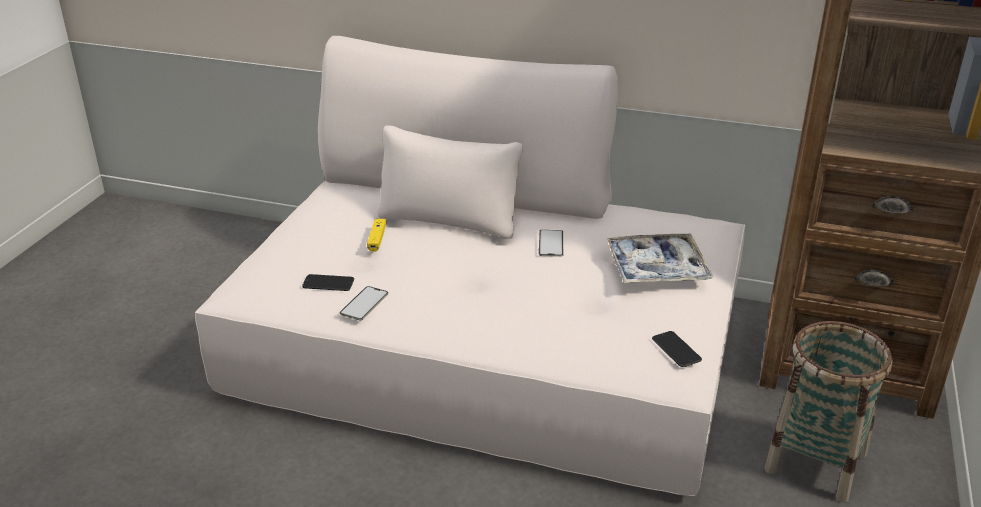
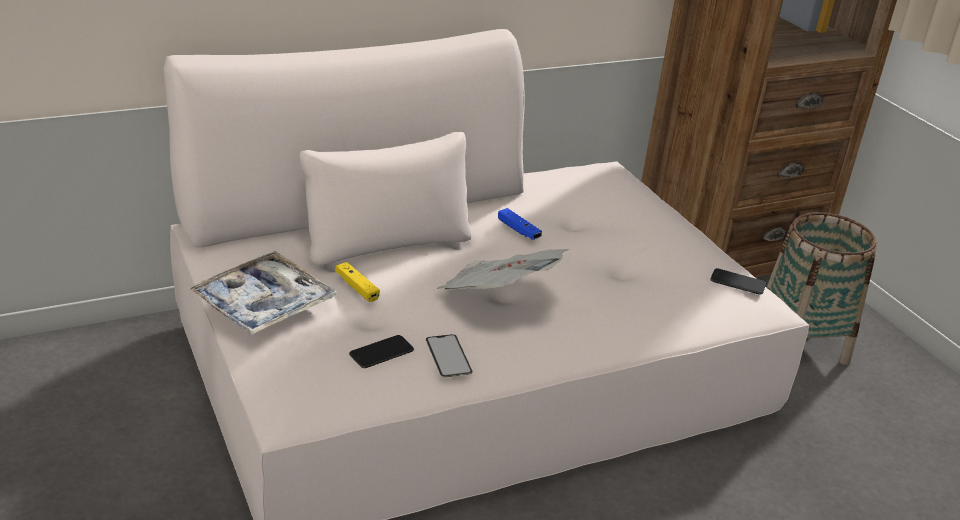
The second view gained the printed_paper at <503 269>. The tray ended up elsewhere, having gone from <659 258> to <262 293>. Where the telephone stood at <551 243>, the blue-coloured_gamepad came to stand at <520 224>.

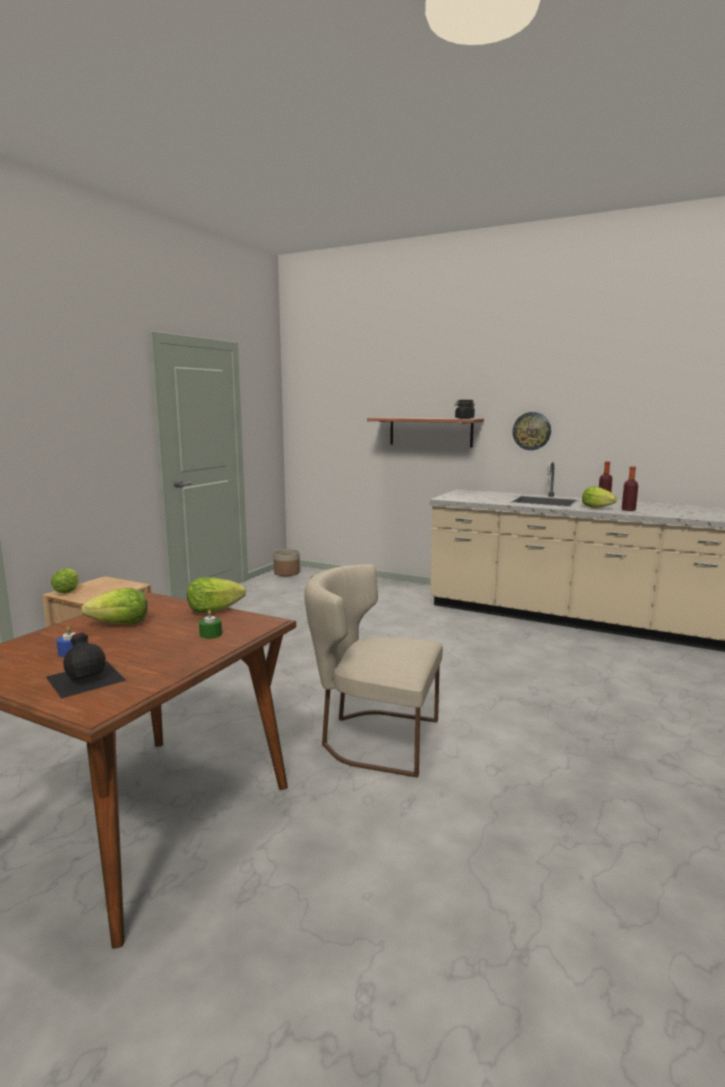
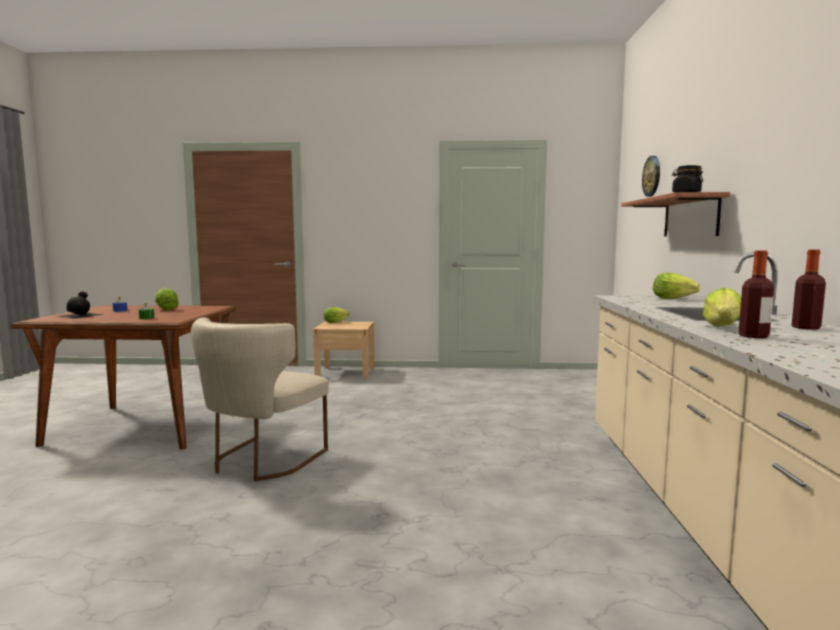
The second view lost the flower_pot at <286 562>. The lettuce ended up elsewhere, having gone from <216 595> to <676 286>. The clock_on_the_wall ended up elsewhere, having gone from <531 431> to <651 176>. The beige_upright_chair at <373 670> ended up facing another way, 150 degrees counterclockwise from before.

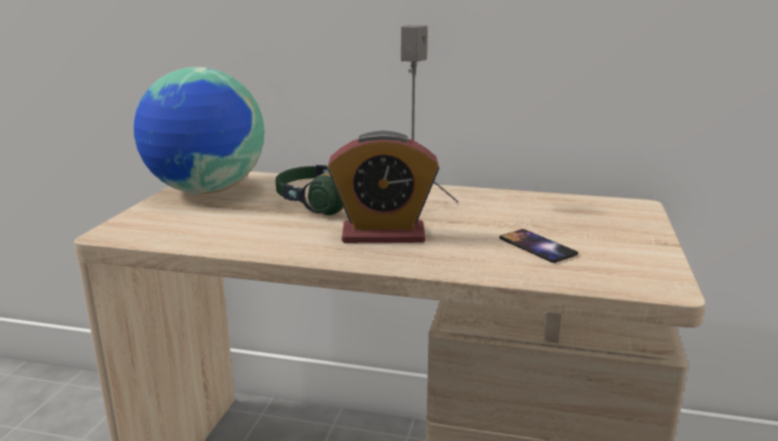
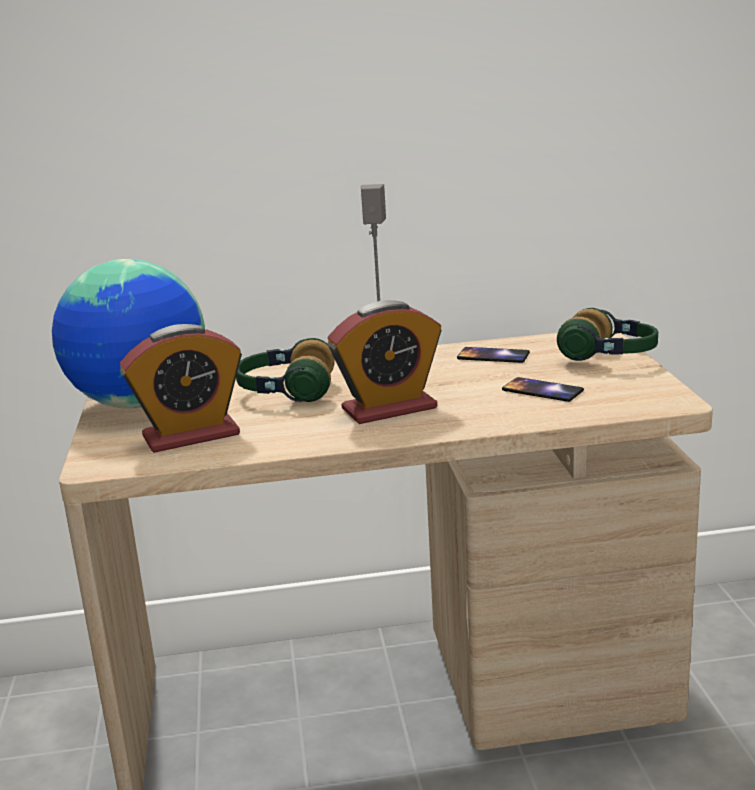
The second view gained the alarm_clock at <181 388>. The second view gained the telephone at <493 355>. The second view gained the pair_of_headphones at <607 334>.

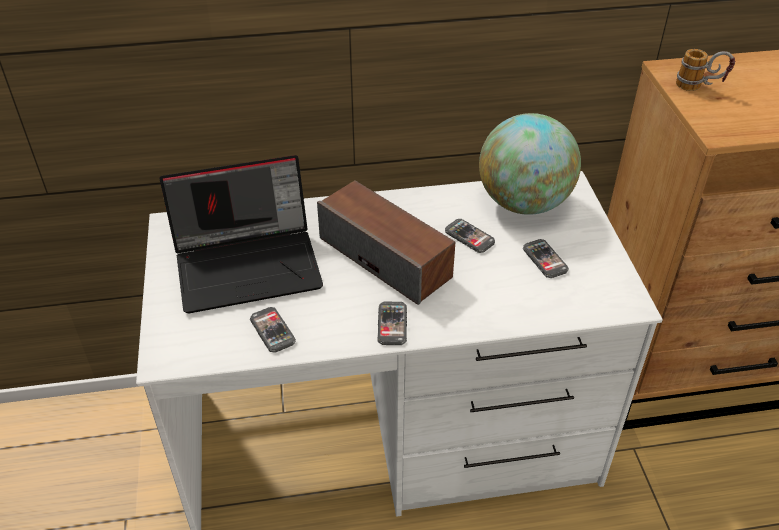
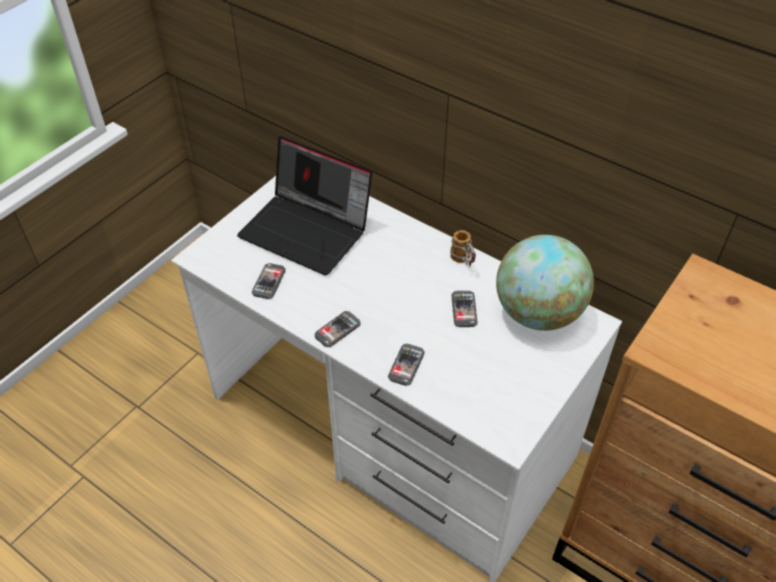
The second view lost the audio_speaker at <386 243>. The telephone ended up elsewhere, having gone from <546 258> to <406 365>. The mug ended up elsewhere, having gone from <706 70> to <463 248>.

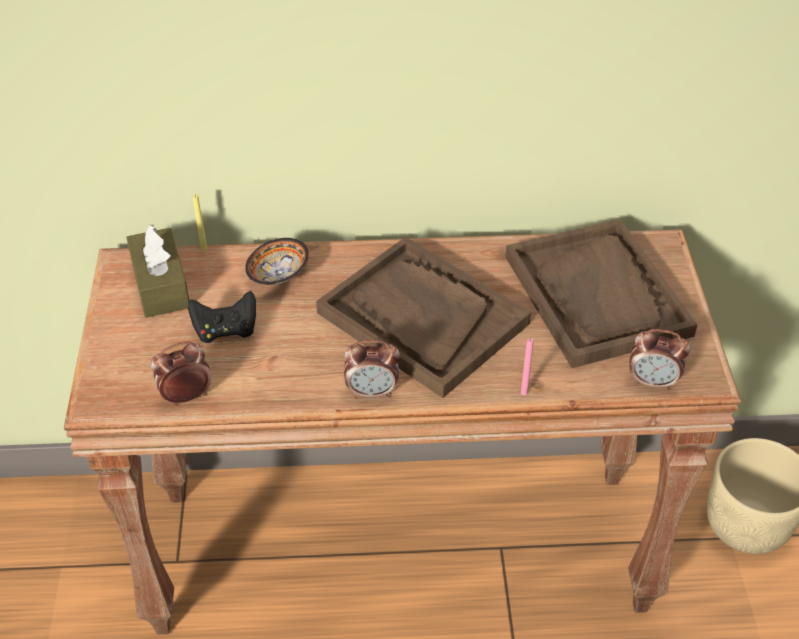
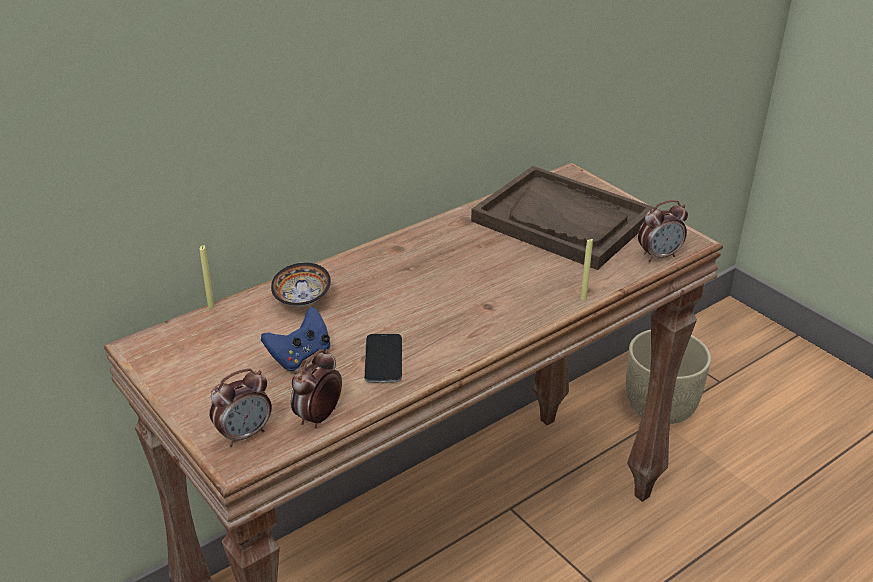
The second view lost the brown-coloured_tissue_holder at <157 271>. The second view lost the brown-coloured_tray at <423 317>. The second view gained the telephone at <383 358>. The alarm_clock ended up elsewhere, having gone from <372 369> to <240 407>. What was the black-coloured_gamepad at <222 317> turned into the blue-coloured_gamepad at <295 339>. What was the pink_wax_candle at <527 367> turned into the yellowish_wax_candle at <586 269>.

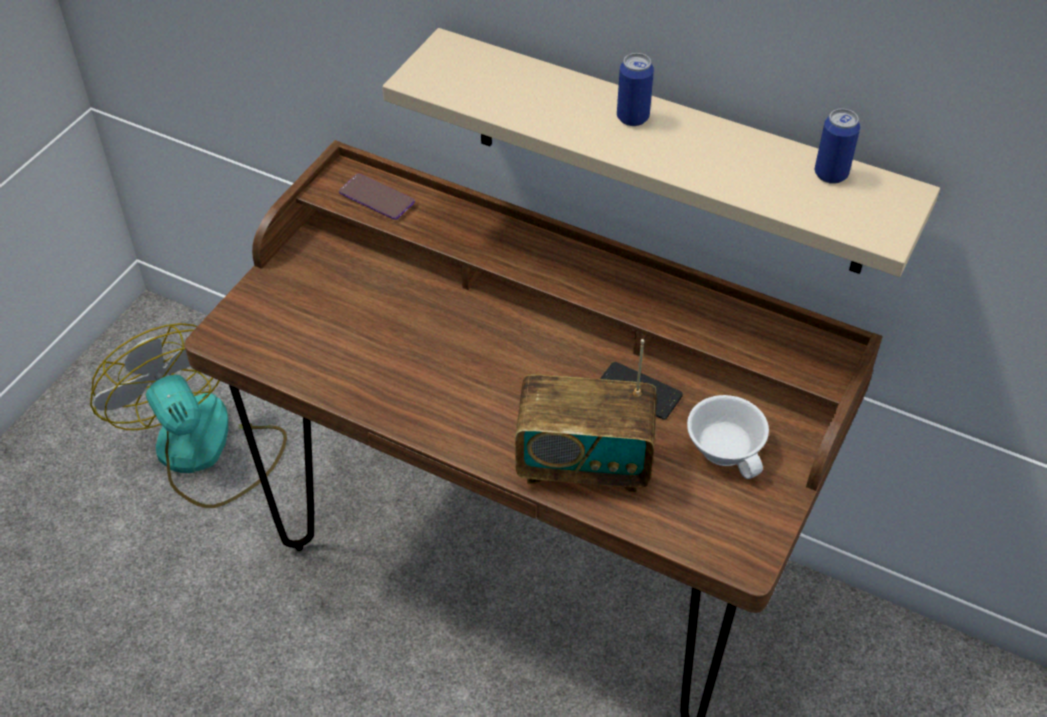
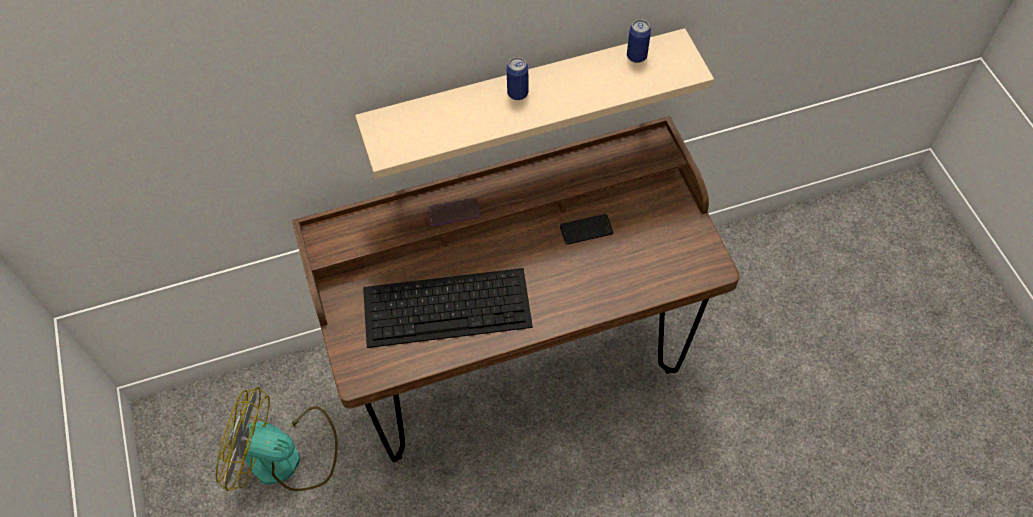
The second view lost the radio at <586 415>. The second view lost the whitish_small_cup at <728 437>. The second view gained the PC_keyboard at <448 308>. The telephone ended up elsewhere, having gone from <377 196> to <454 212>.

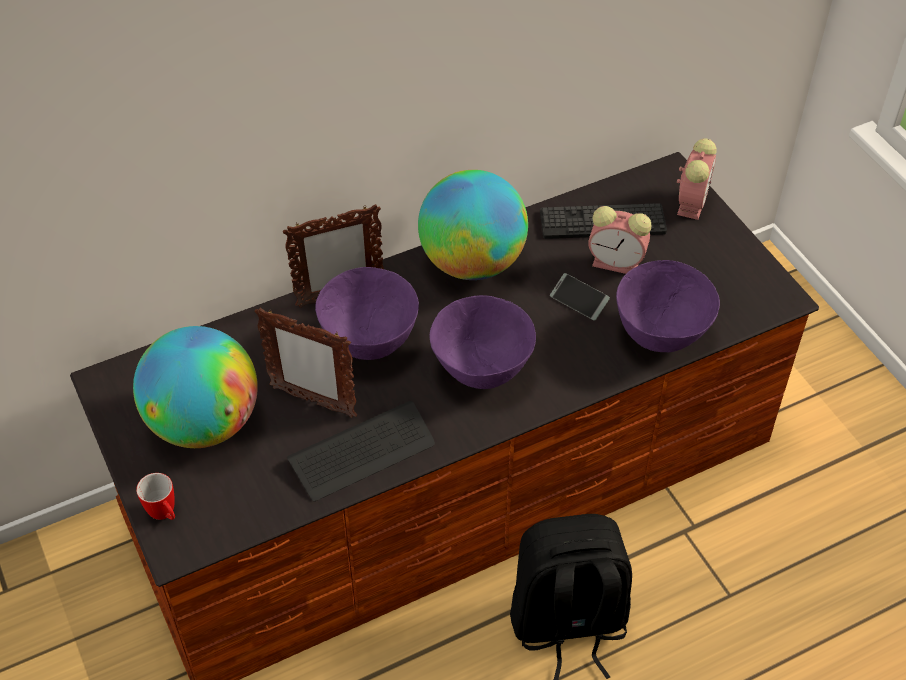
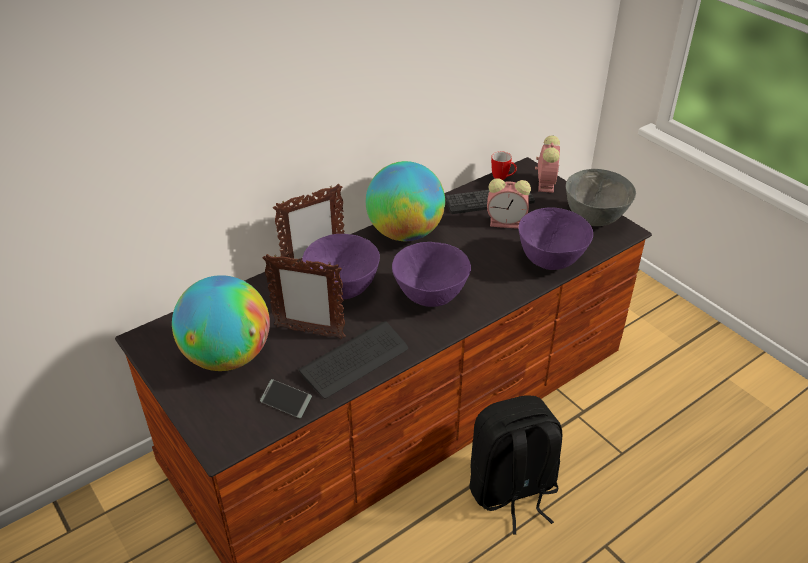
The second view gained the grey_deep_dish at <601 197>. The mug ended up elsewhere, having gone from <155 496> to <504 165>. The telephone ended up elsewhere, having gone from <580 297> to <286 398>.

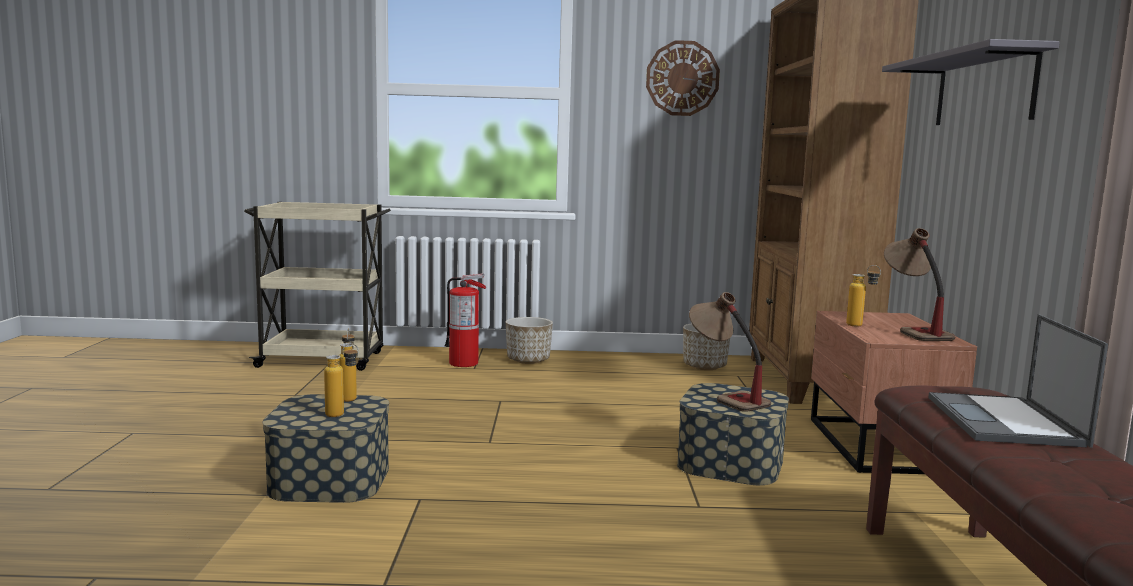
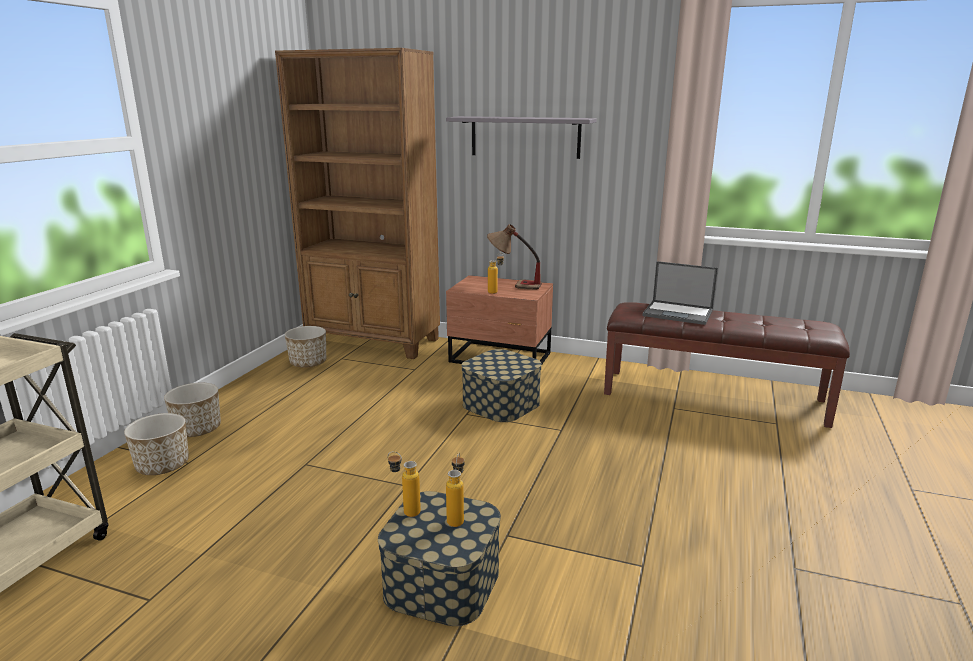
The second view lost the clock_on_the_wall at <683 78>. The second view lost the lamp_for_a_table at <730 352>. Where the fire_extinguisher stood at <465 320>, the flower_pot came to stand at <156 444>.

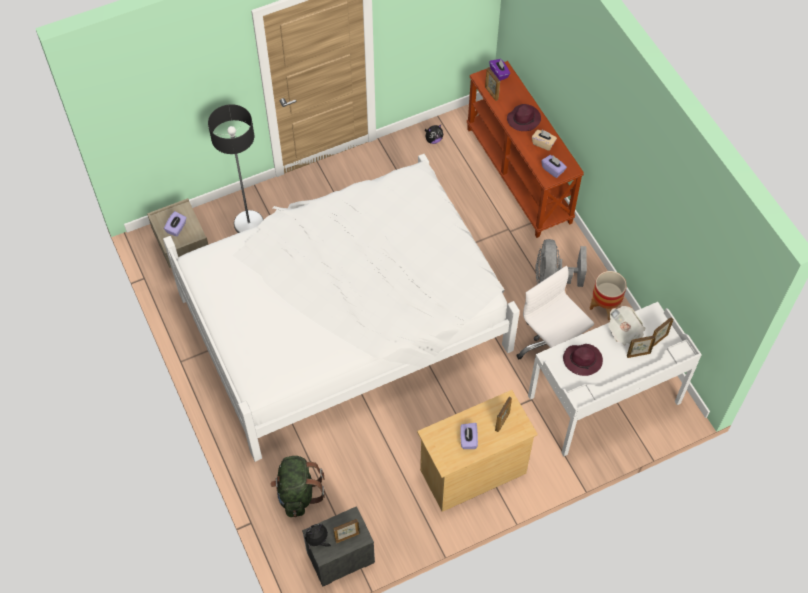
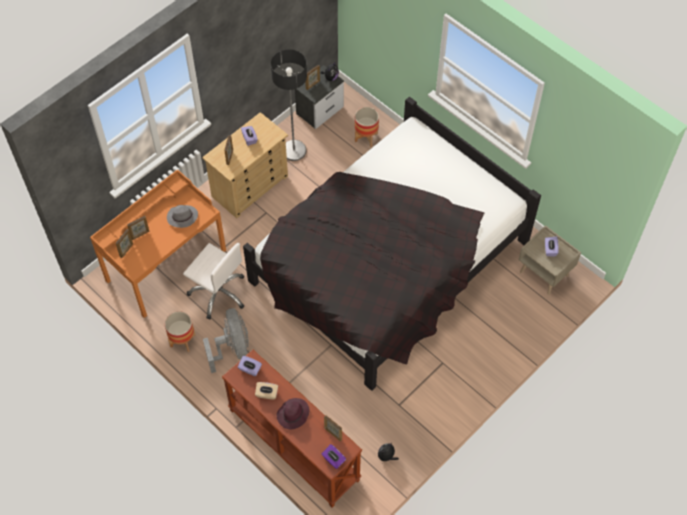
The second view lost the printed_paper at <627 326>. The standard_lamp ended up elsewhere, having gone from <236 168> to <289 105>. Where the green-coloured_rucksack stood at <297 486>, the flower_pot came to stand at <367 127>. What was the whitish_bed at <341 308> turned into the black-coloured_bed at <392 244>. What was the whitish_desk at <615 379> turned into the orange_desk at <158 243>. What was the purple-coloured_clothing_hat at <583 360> turned into the grey_clothing_hat at <182 216>.

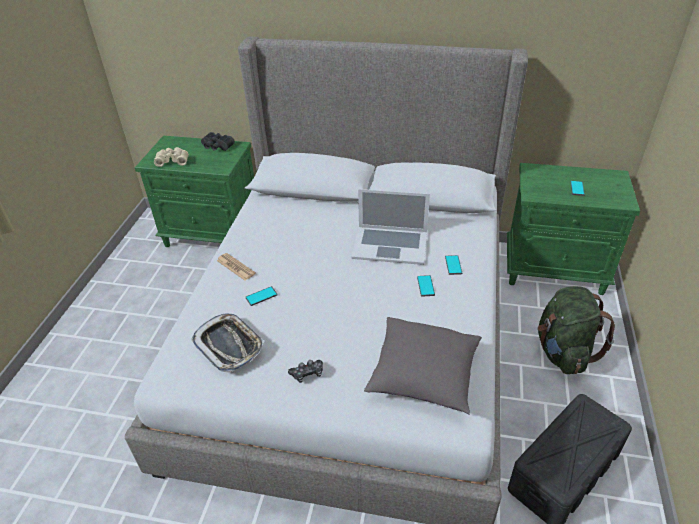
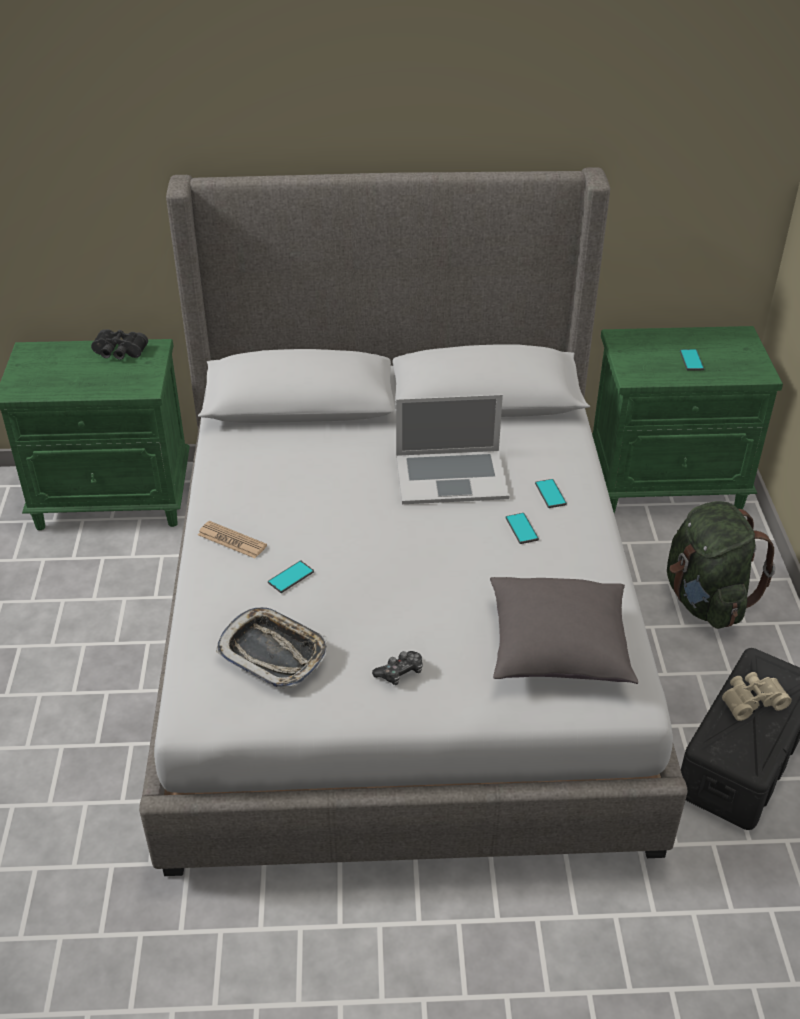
The beige_binoculars ended up elsewhere, having gone from <171 157> to <757 696>.

